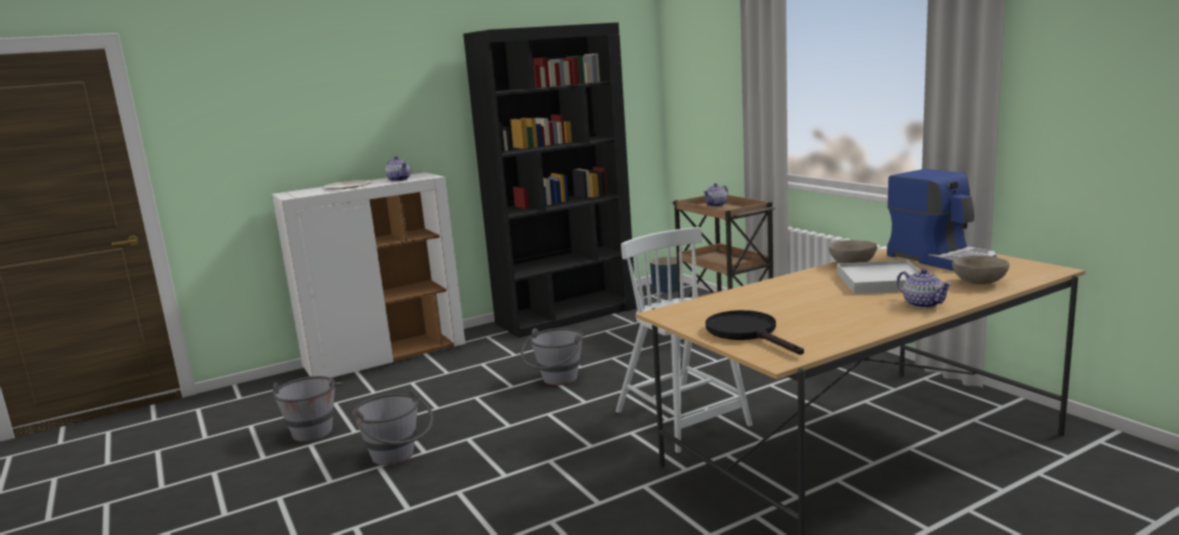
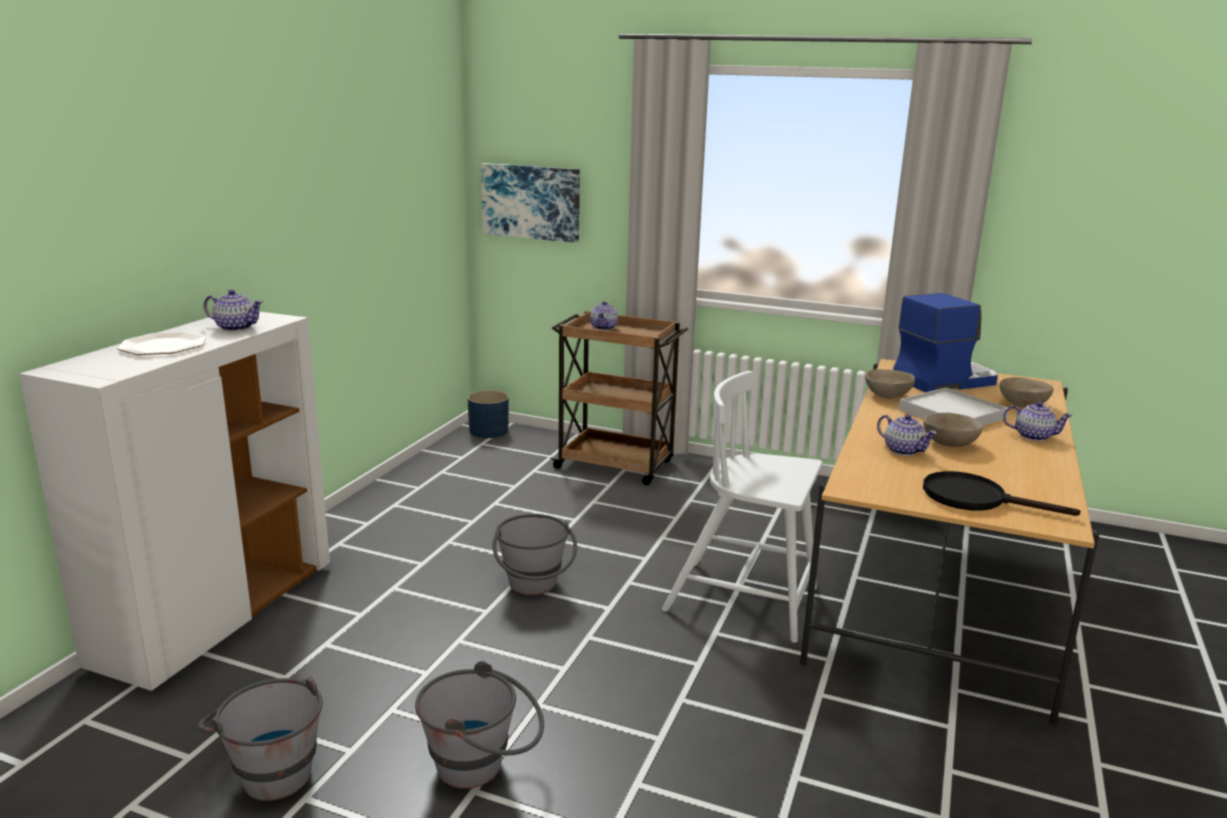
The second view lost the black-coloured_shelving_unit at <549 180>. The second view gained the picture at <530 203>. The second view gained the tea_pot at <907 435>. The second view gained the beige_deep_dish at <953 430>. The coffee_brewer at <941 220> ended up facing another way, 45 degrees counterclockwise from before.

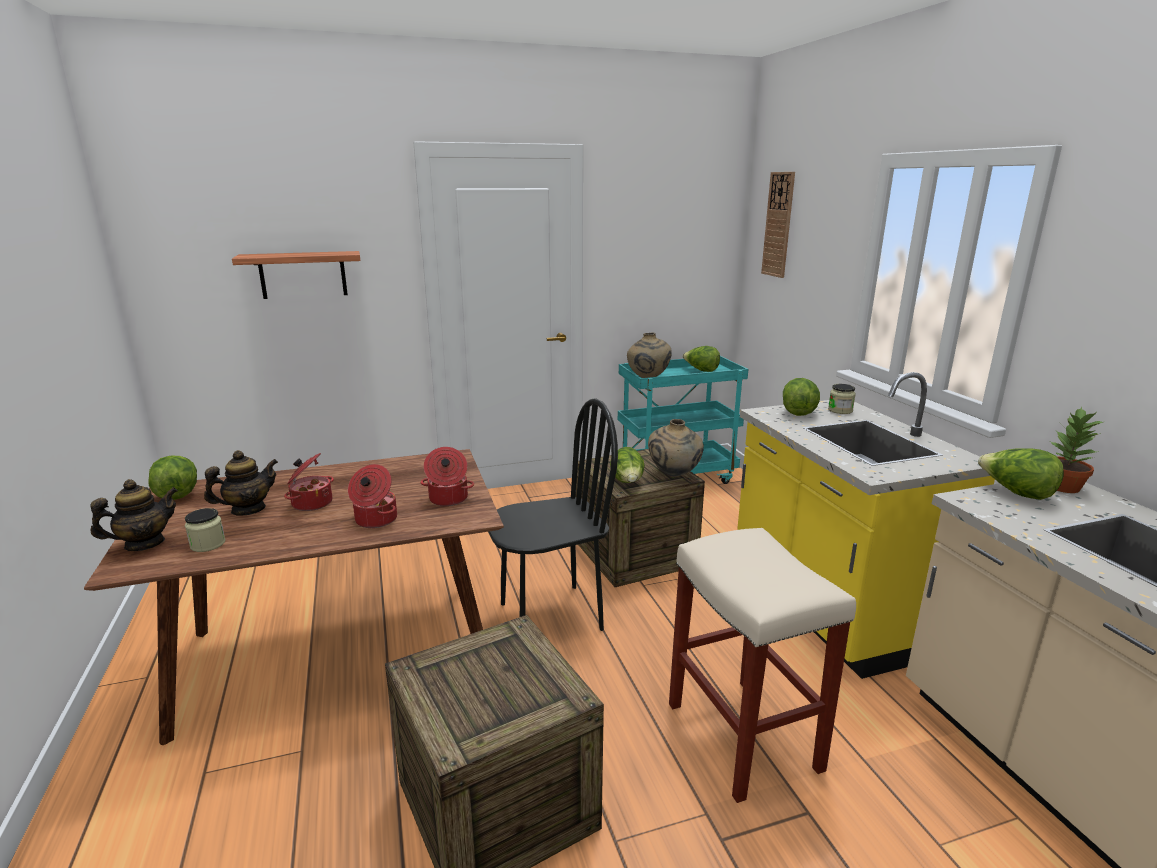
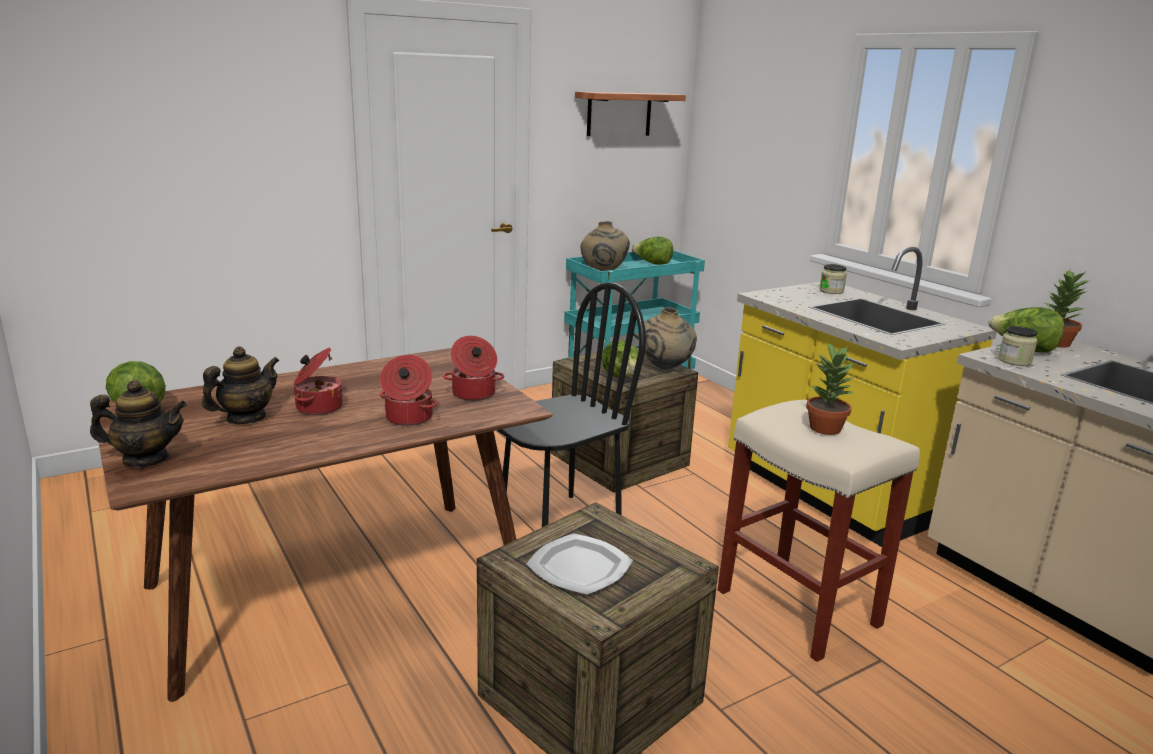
The second view lost the clock_on_the_wall at <778 225>. The second view lost the lettuce at <801 397>. The second view gained the flat_dish at <579 564>. The second view gained the plant_in_a_pot at <830 388>. The jar ended up elsewhere, having gone from <205 530> to <1018 346>. The shelf ended up elsewhere, having gone from <296 275> to <630 114>. The tea_pot at <134 515> ended up facing another way, 45 degrees clockwise from before.

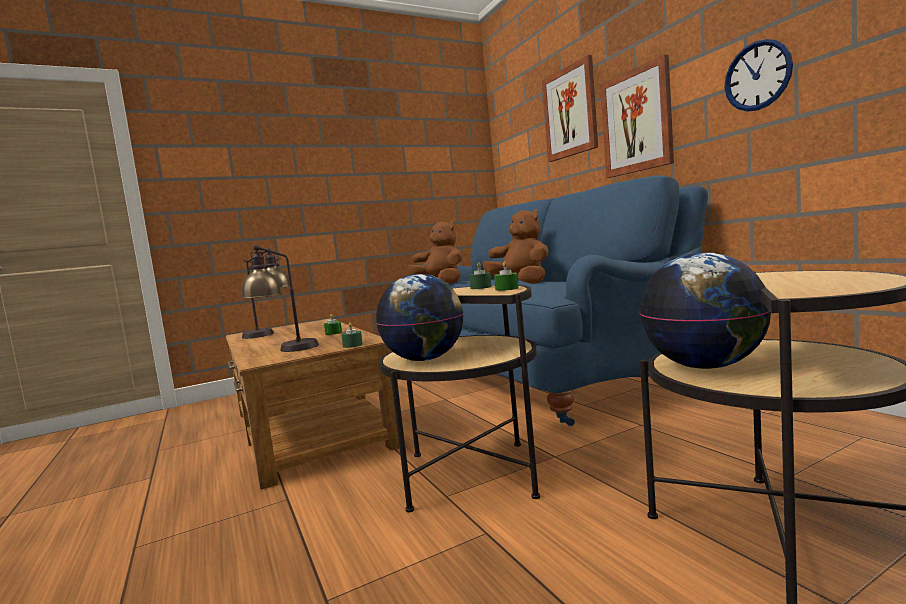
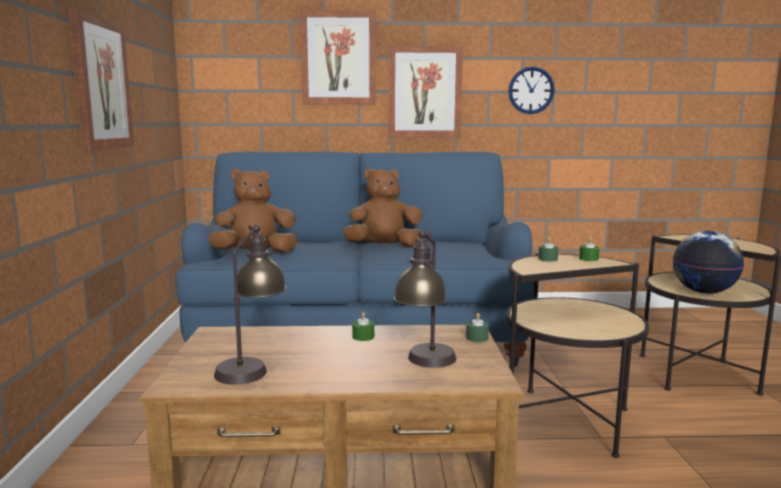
The second view lost the globe at <420 317>. The second view gained the picture at <101 79>.

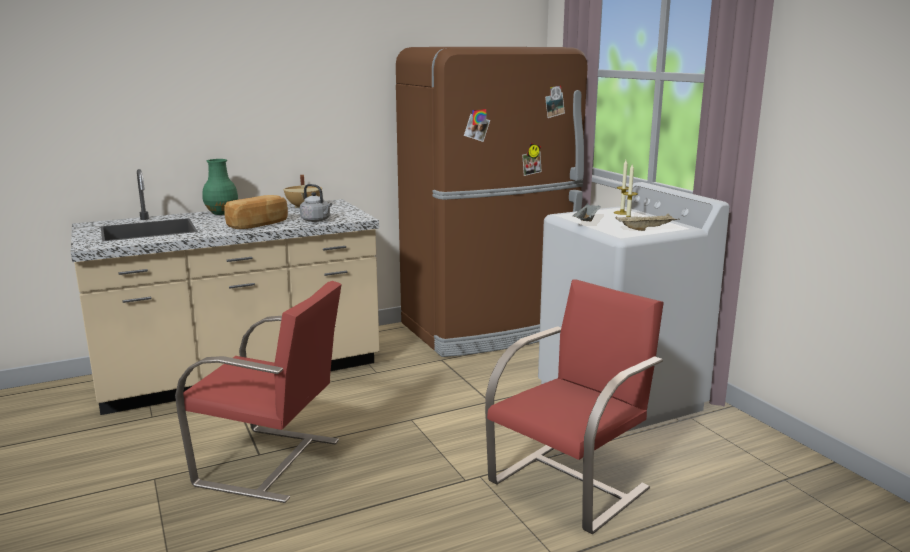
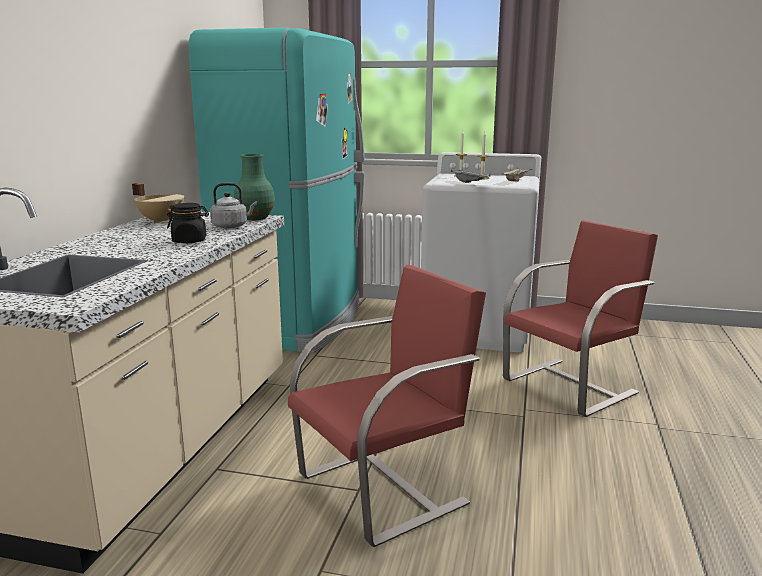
The green-coloured_vase ended up elsewhere, having gone from <220 187> to <254 187>. Where the baked_bread stood at <256 212>, the black-coloured_jar came to stand at <188 223>. What was the brown-coloured_fridge at <492 202> turned into the blue-green_fridge at <277 190>. The reddish_upright_chair at <574 406> ended up facing another way, 60 degrees clockwise from before.

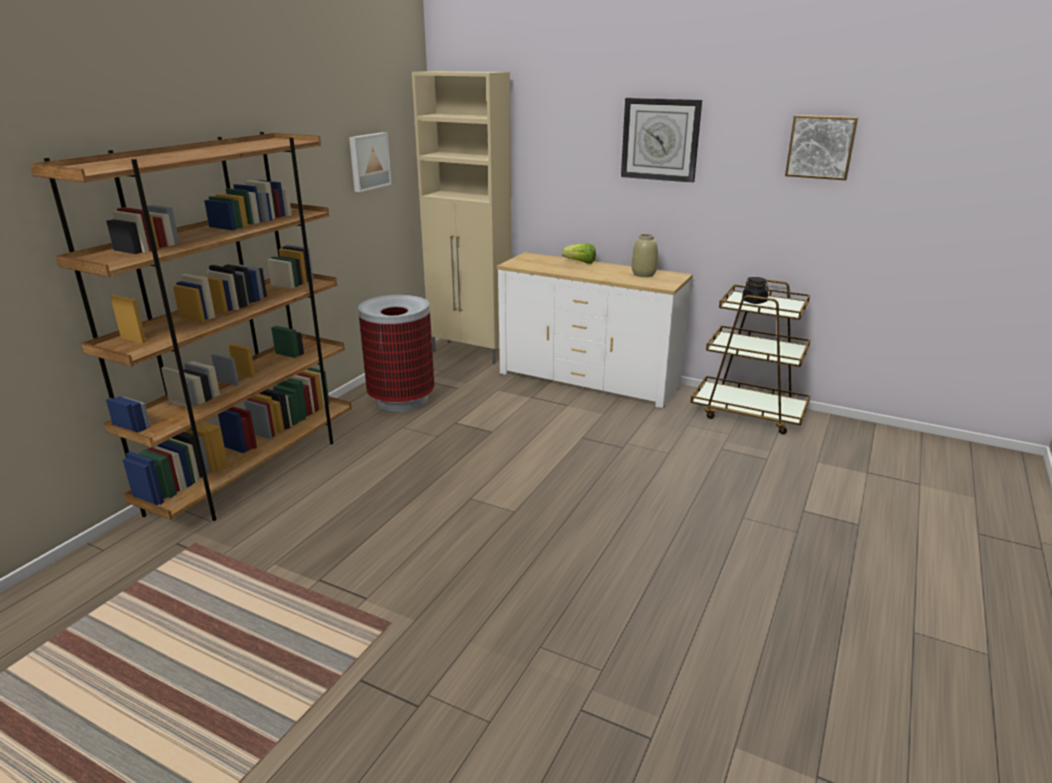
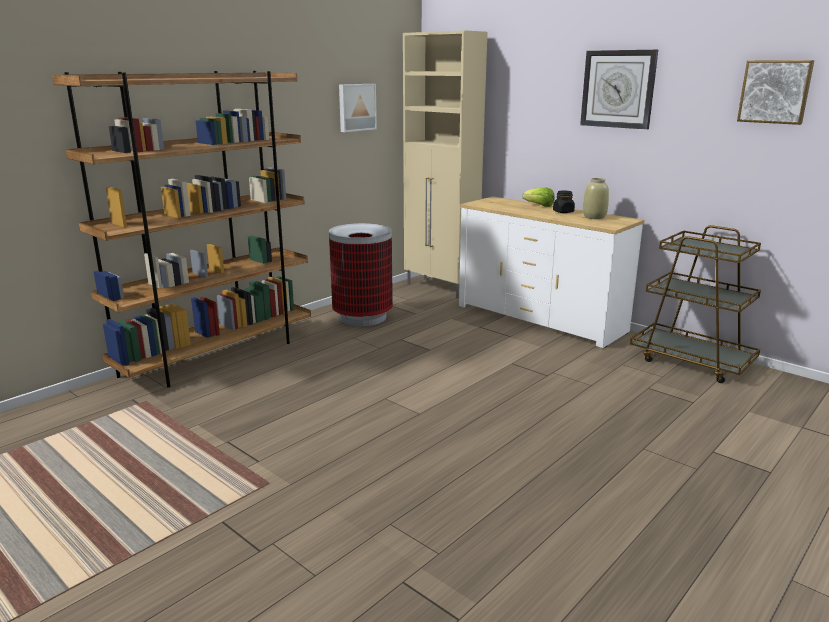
The black-coloured_jar ended up elsewhere, having gone from <755 290> to <564 201>.

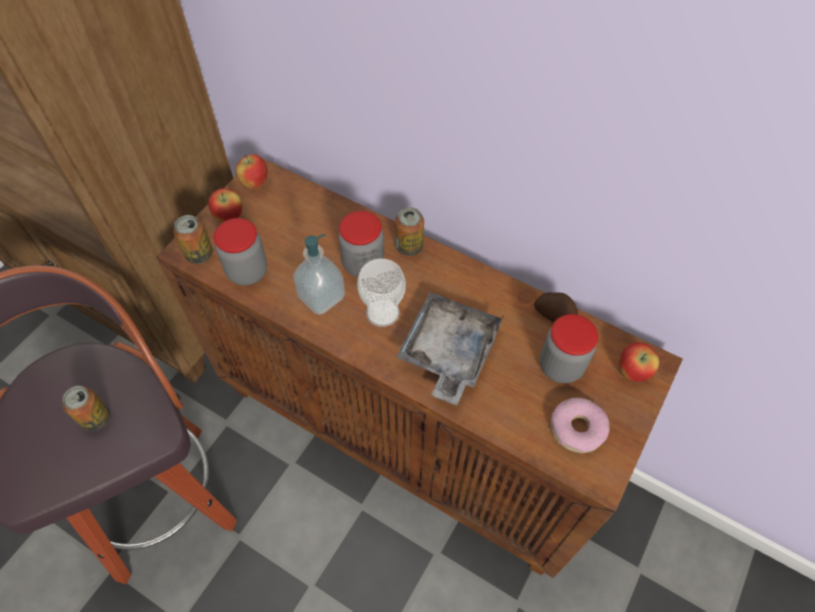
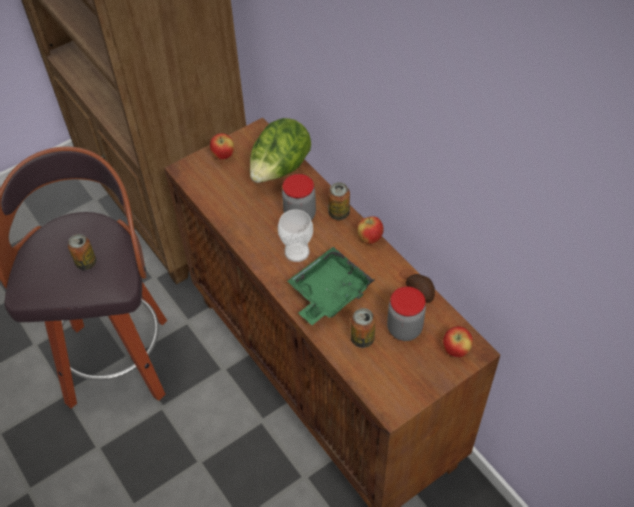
The second view lost the jar at <240 252>. The second view lost the soap_bottle at <319 274>. The second view lost the donut at <580 425>. The second view gained the lettuce at <280 150>. The can ended up elsewhere, having gone from <193 239> to <363 328>. The whole_apple ended up elsewhere, having gone from <251 171> to <370 230>. What was the grey_tray at <449 348> turned into the green-coloured_tray at <331 286>.

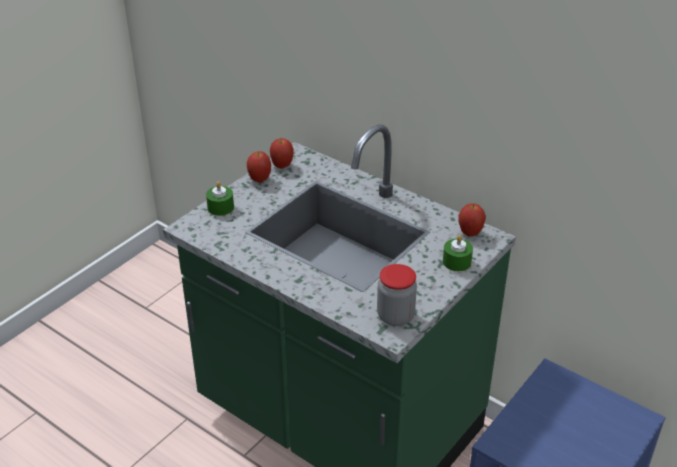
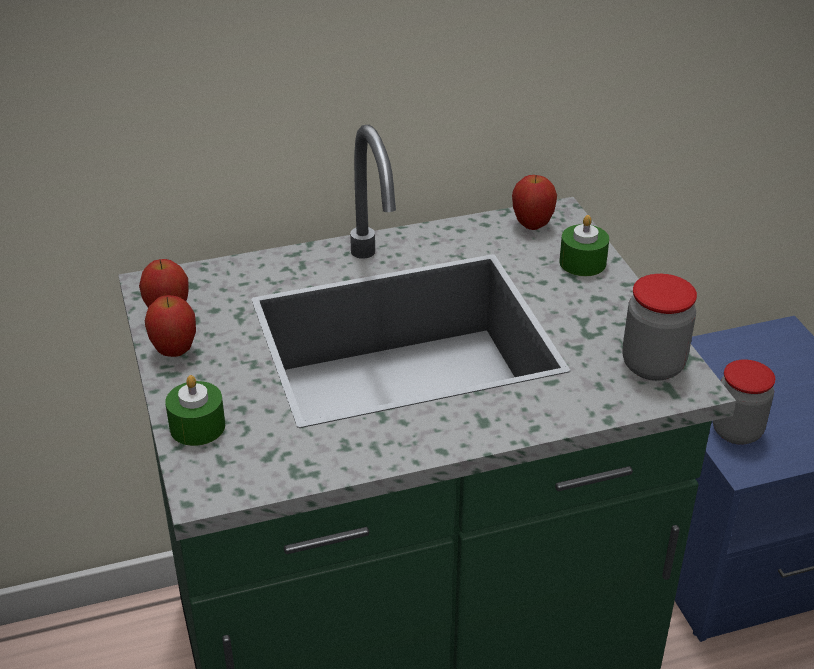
The second view gained the jar at <744 402>.

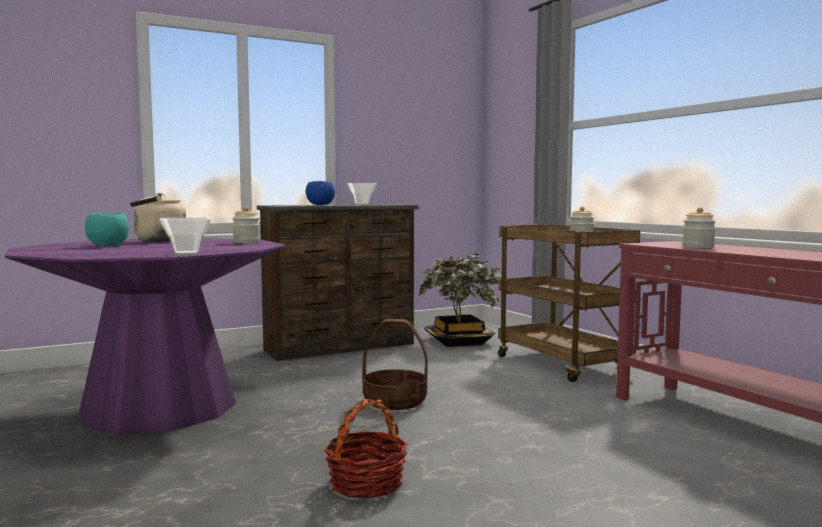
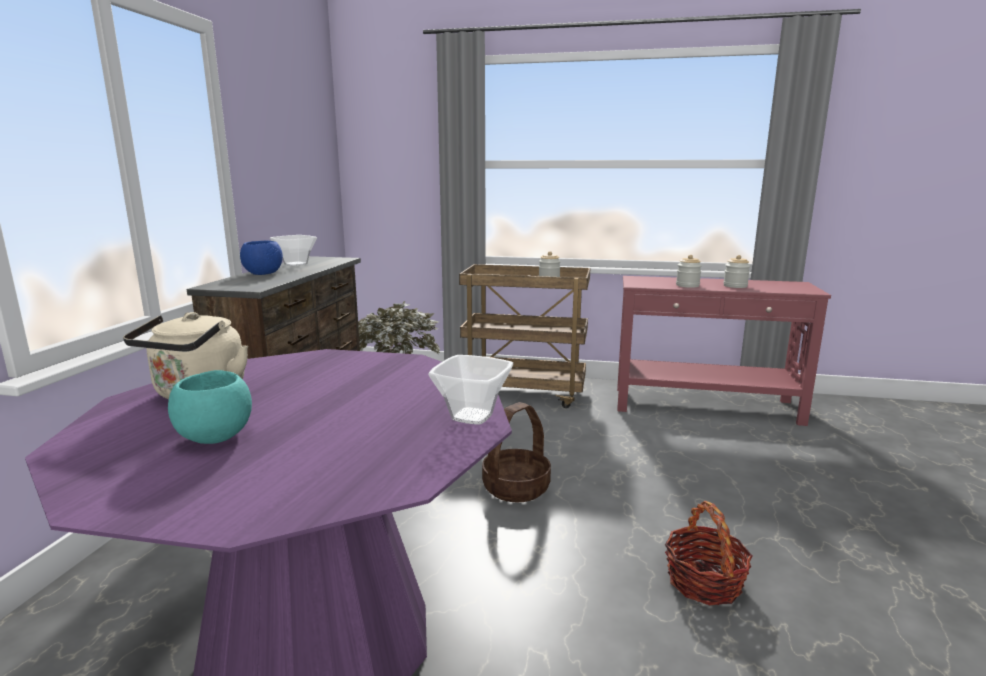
The jar ended up elsewhere, having gone from <246 224> to <736 271>.

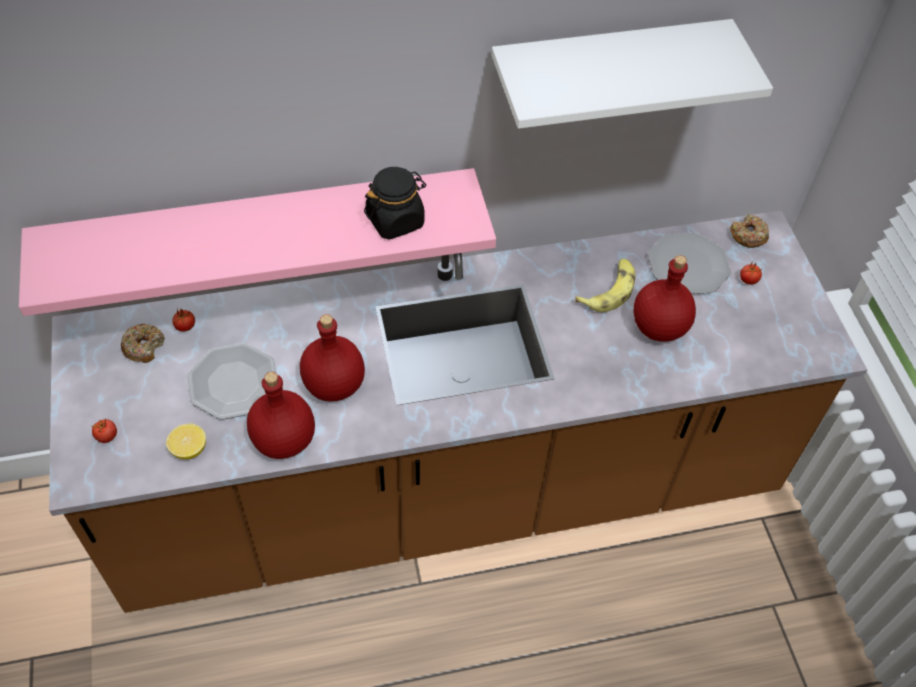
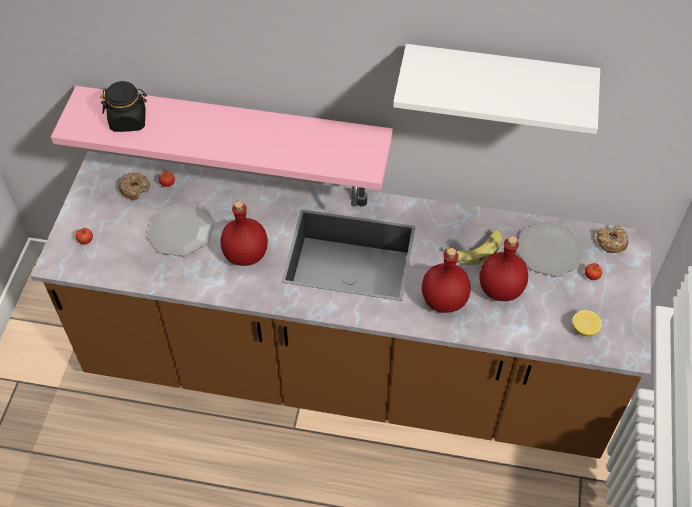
The citrus_fruit ended up elsewhere, having gone from <186 441> to <587 323>. The reddish_drink_bottle ended up elsewhere, having gone from <281 415> to <446 280>. The black-coloured_jar ended up elsewhere, having gone from <395 203> to <123 106>.

